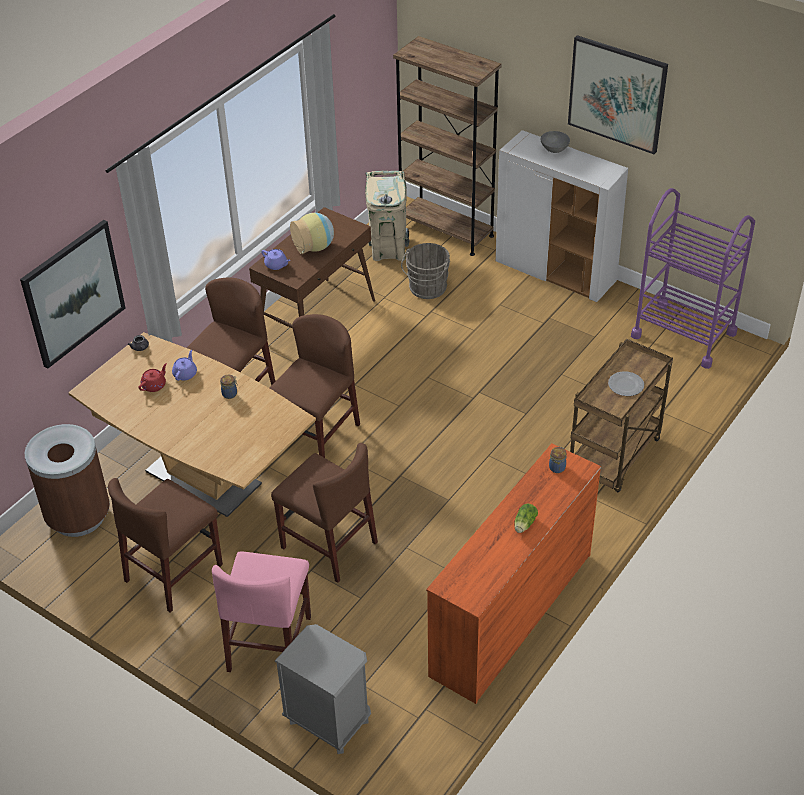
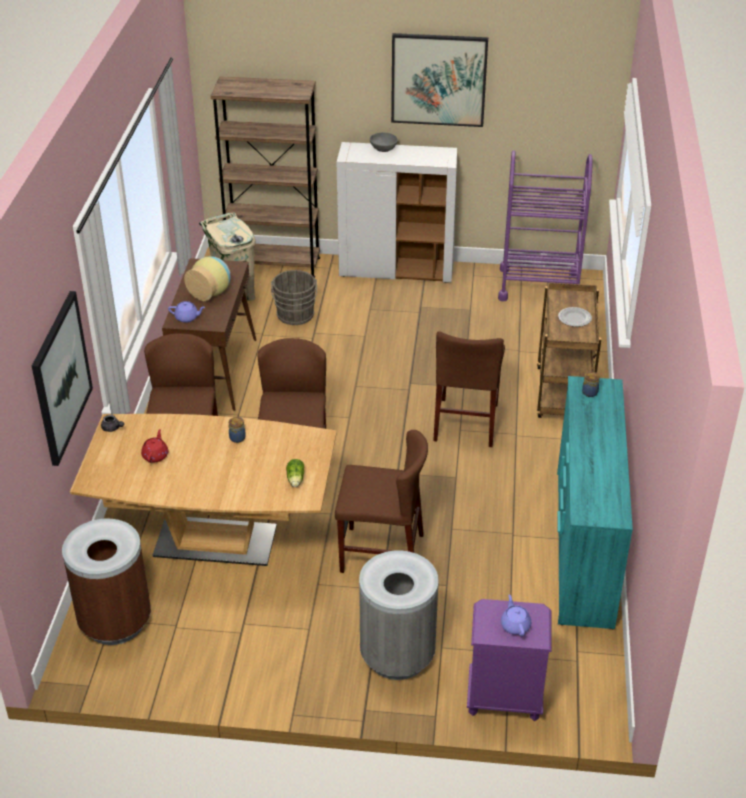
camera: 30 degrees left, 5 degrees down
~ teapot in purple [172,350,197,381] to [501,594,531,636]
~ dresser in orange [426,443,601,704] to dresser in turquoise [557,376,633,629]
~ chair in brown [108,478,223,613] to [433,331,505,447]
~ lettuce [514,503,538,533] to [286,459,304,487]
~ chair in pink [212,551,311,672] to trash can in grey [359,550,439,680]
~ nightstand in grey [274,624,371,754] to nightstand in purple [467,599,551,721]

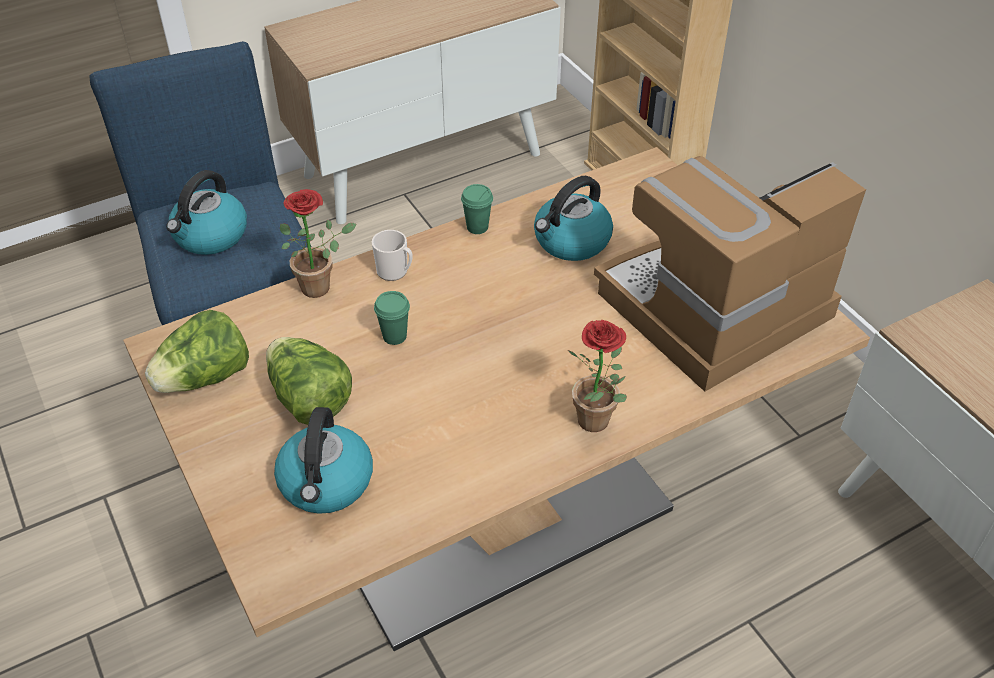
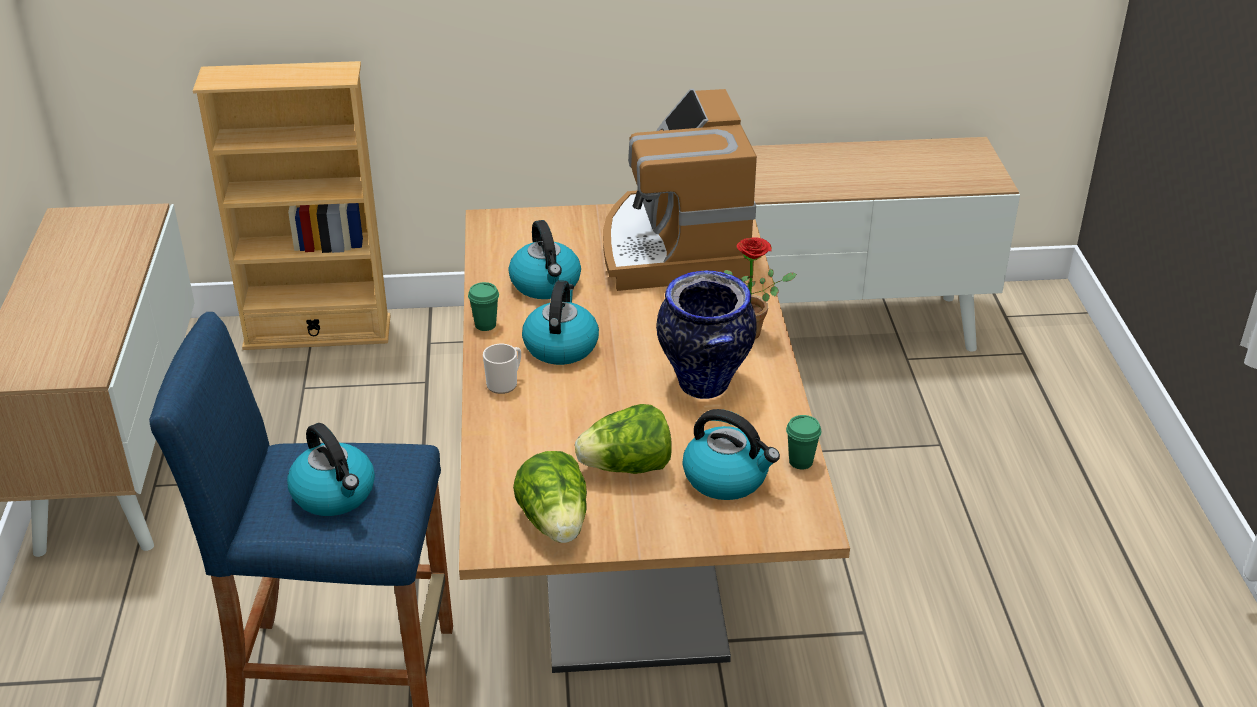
camera: 65 degrees left, 10 degrees down
- potted plant [280,189,357,298]
~ cup in green [374,291,410,345] to [786,415,821,469]
+ vase [656,271,756,399]
+ kettle [522,280,599,365]

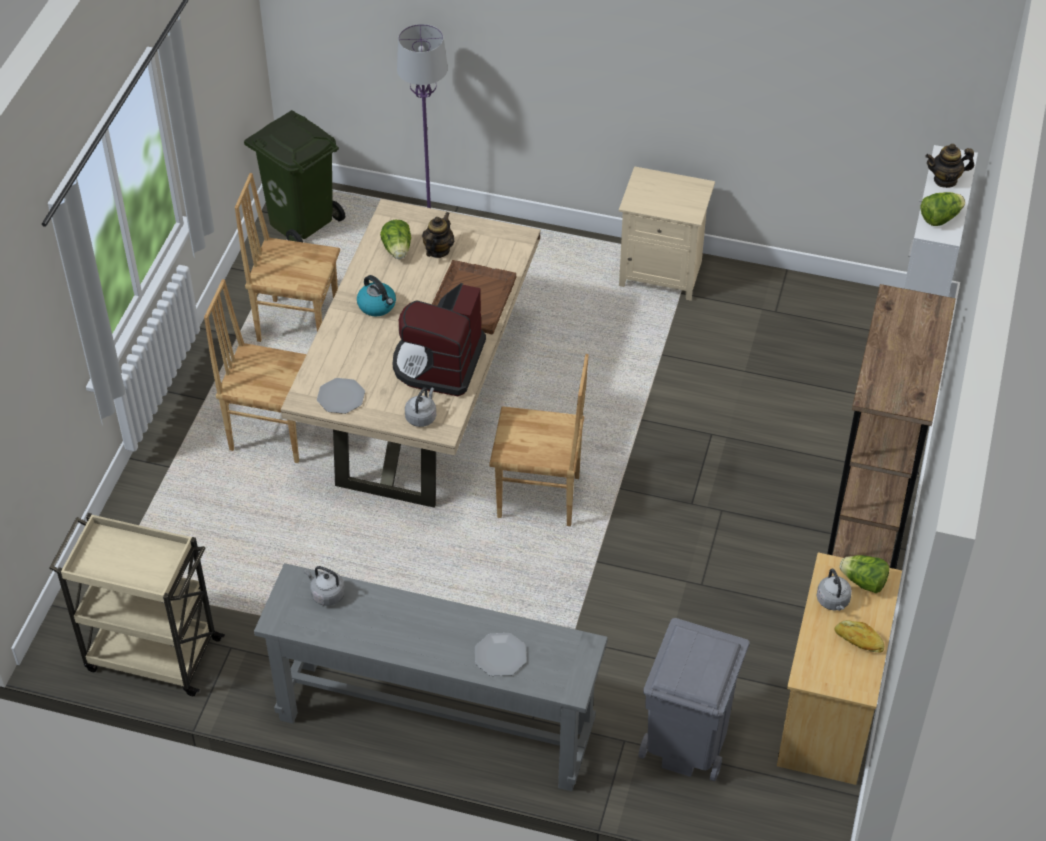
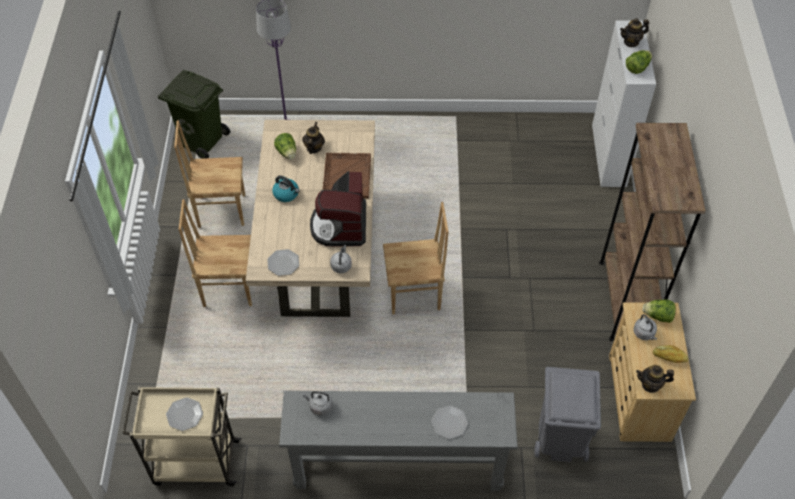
camera: 15 degrees left, 5 degrees up
- nightstand in beige [619,166,715,301]
+ teapot [636,365,674,393]
+ plate [166,397,203,431]

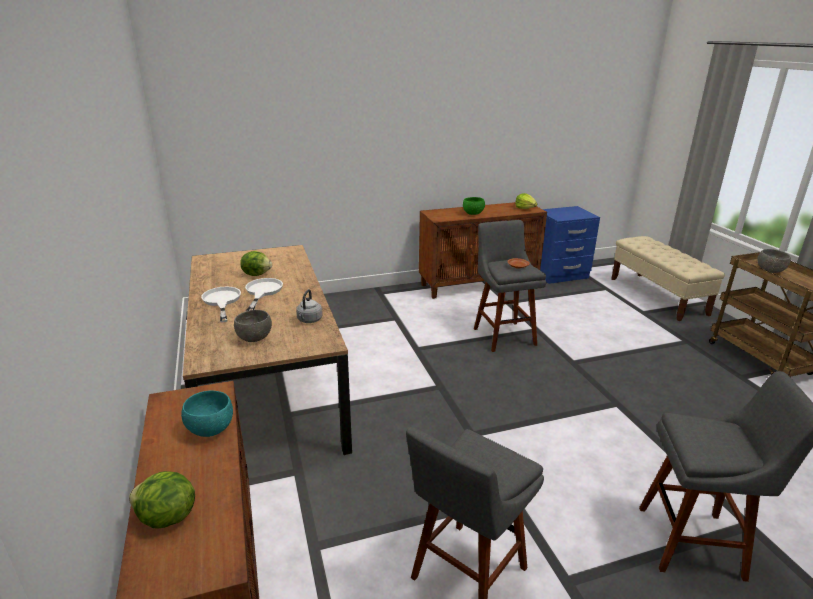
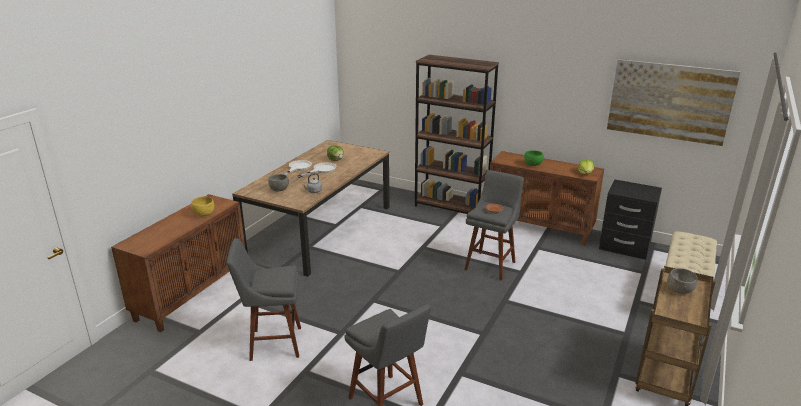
camera: 45 degrees right, 0 degrees up
~ nightstand in blue [540,206,600,284] to nightstand in black [599,180,662,260]
~ bowl in turquoise [181,391,233,437] to bowl in yellow [191,196,215,217]
- lettuce [129,471,195,529]
+ bookcase in brown [415,55,499,214]
+ picture [607,59,741,146]

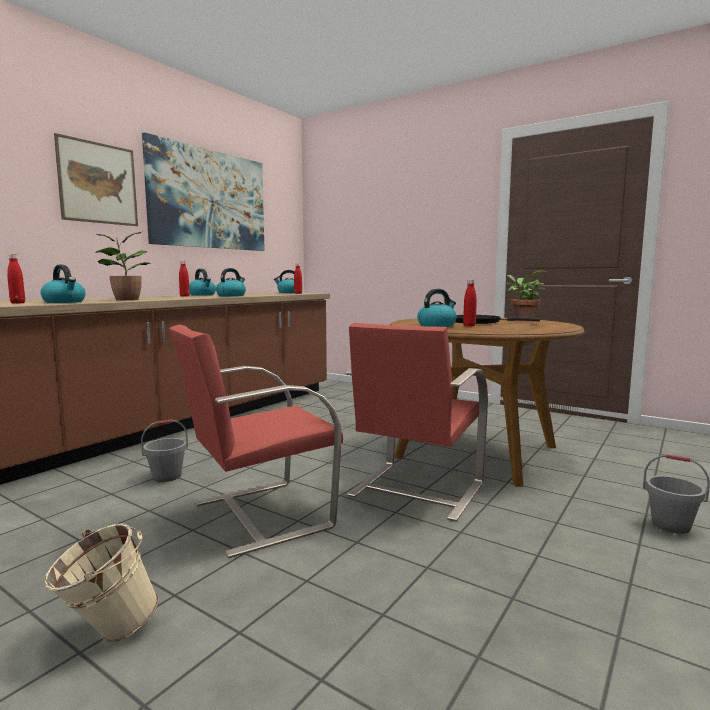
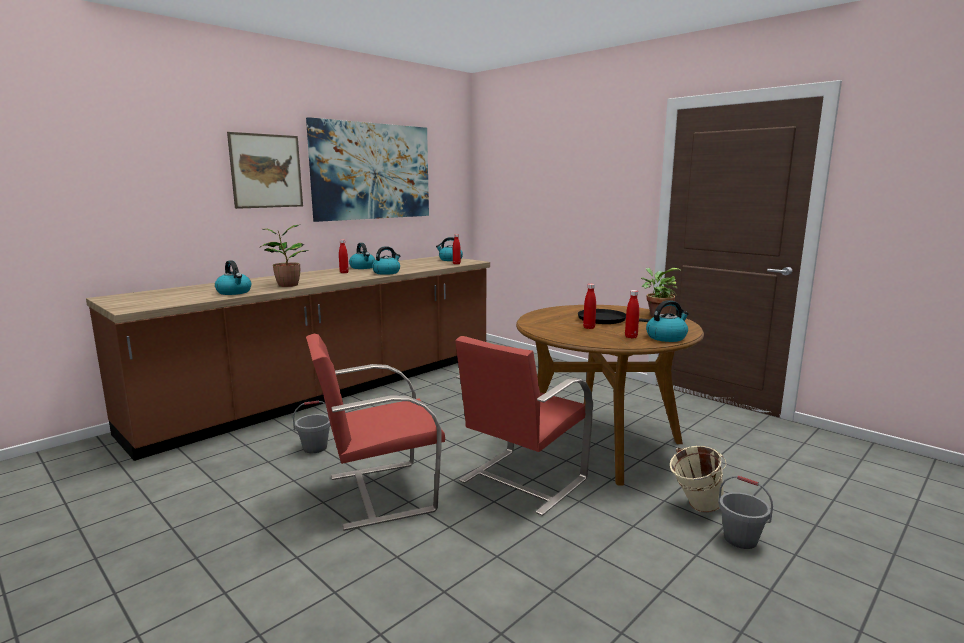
camera: 10 degrees right, 5 degrees up
~ bottle in red [7,254,25,303] to [625,290,639,338]
~ kettle [417,289,457,327] to [646,300,689,342]
~ bucket in beige [44,523,159,642] to [670,446,726,513]

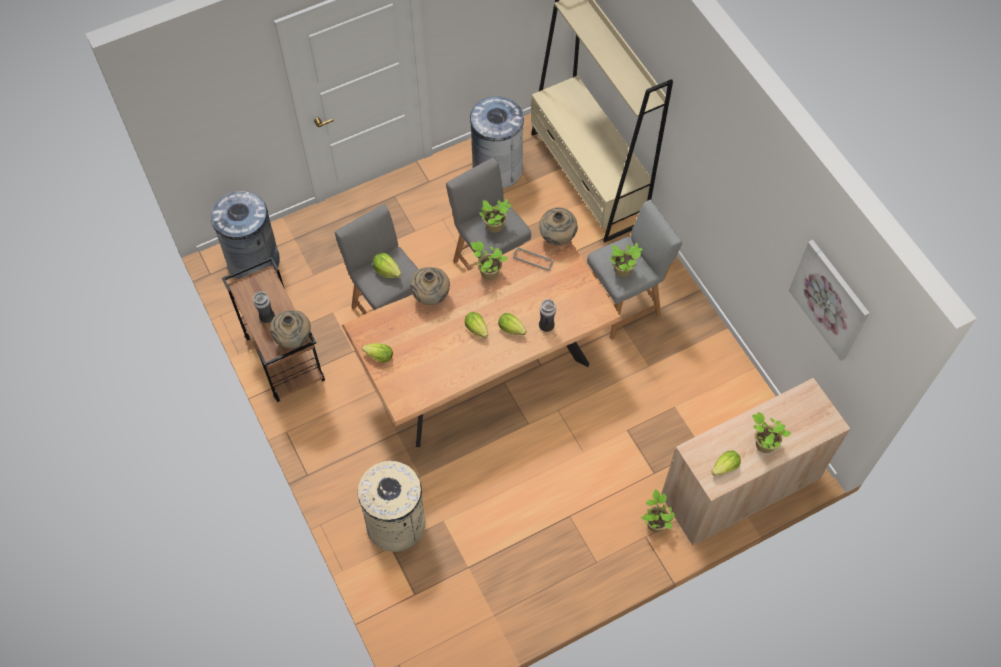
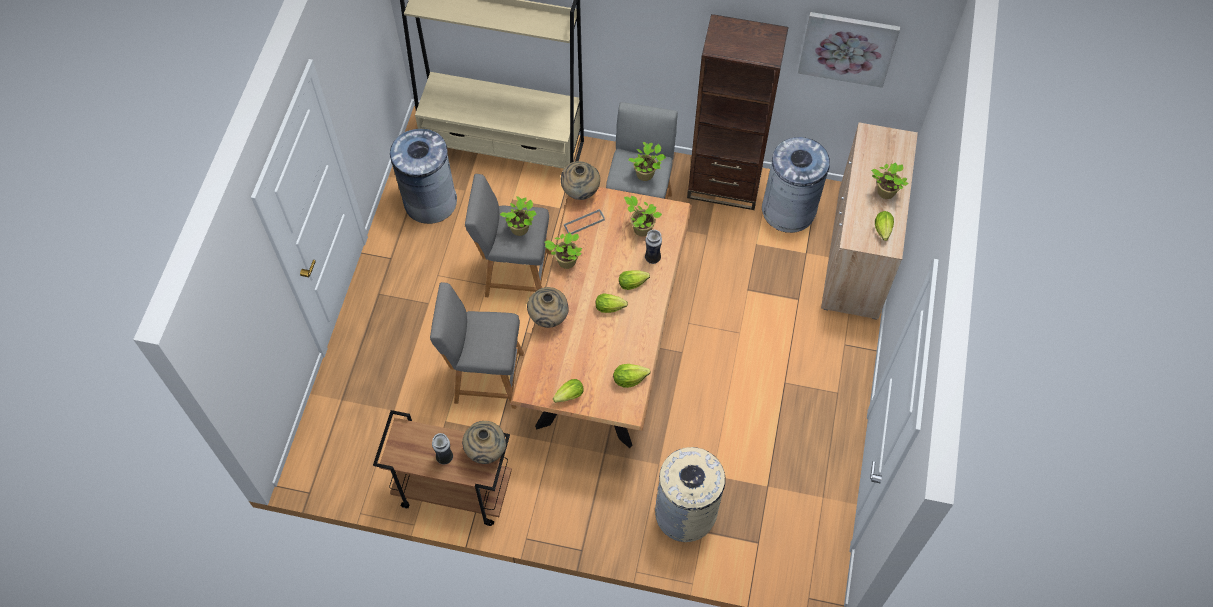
camera: 50 degrees left, 0 degrees up
~ trash can in grey [211,191,280,280] to [762,137,830,233]
~ lettuce [373,253,402,278] to [613,364,651,388]
~ potted plant [641,489,675,532] to [624,195,662,236]
+ bookcase in brown [687,14,788,210]

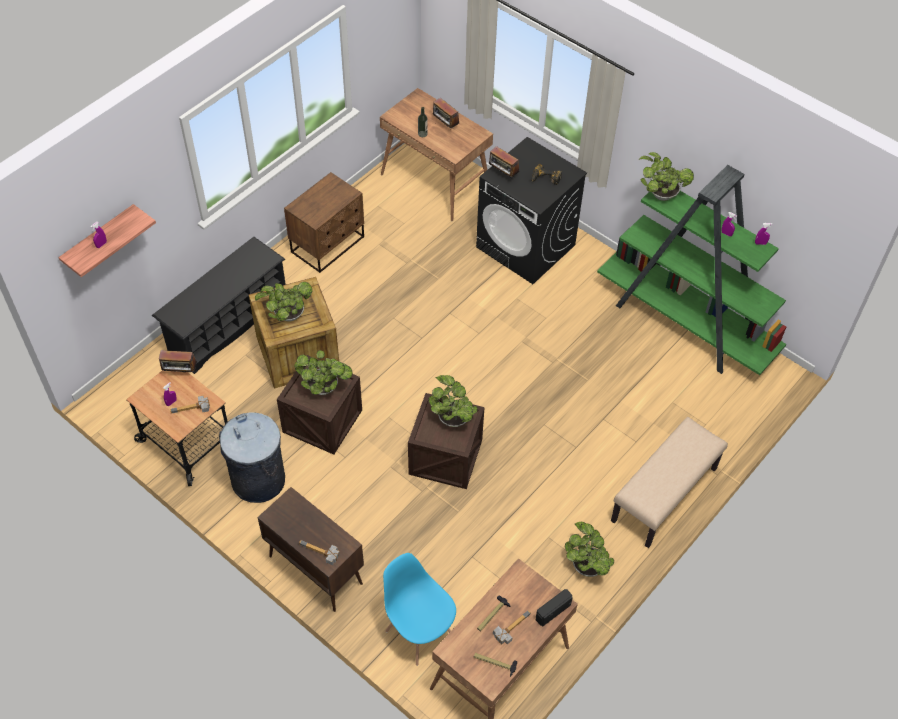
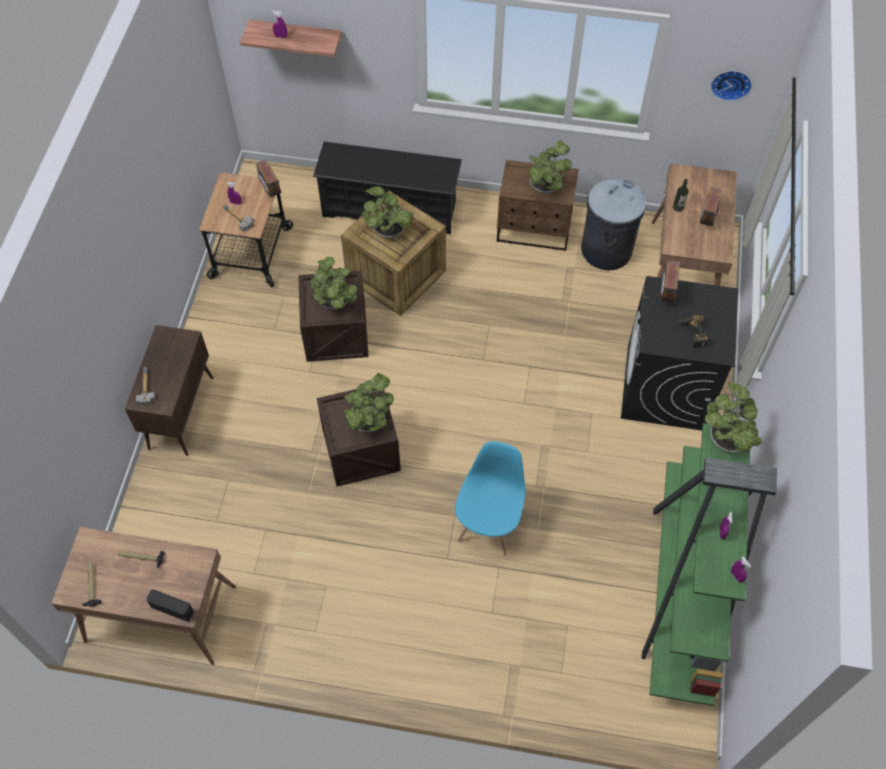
camera: 60 degrees right, 5 degrees up
~ trash can in grey [219,412,285,503] to [581,178,646,270]
- bench in beige [611,417,728,548]
~ potted plant [565,522,614,577] to [527,141,572,194]
~ chair in blue [383,553,456,666] to [455,441,525,556]
- hammer [493,610,531,645]
+ wall clock [711,71,752,101]

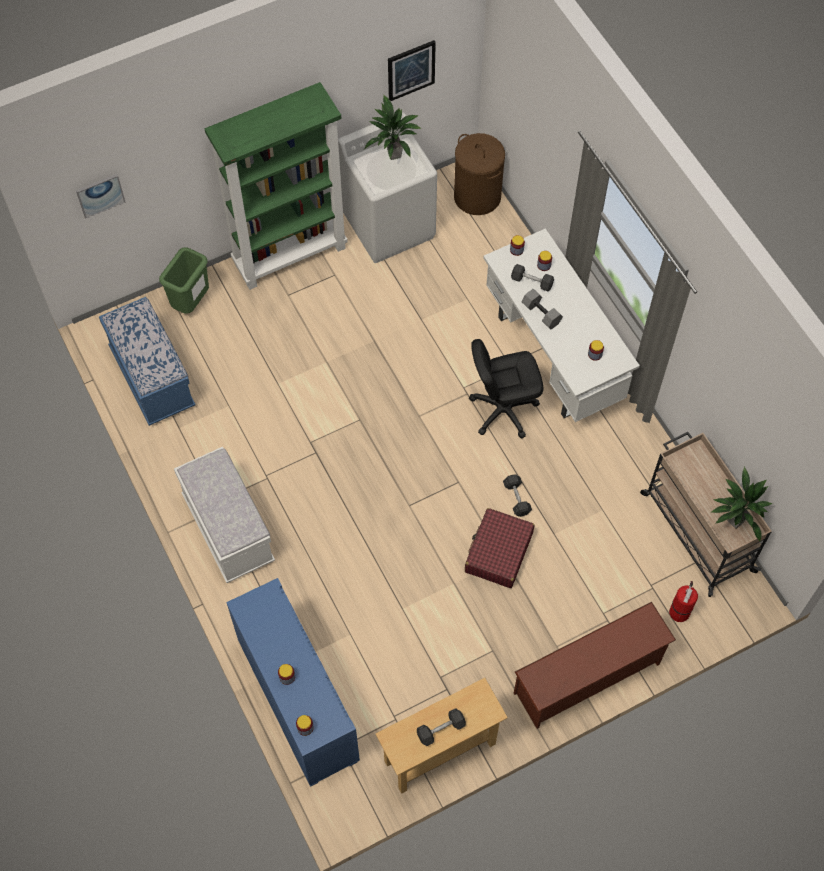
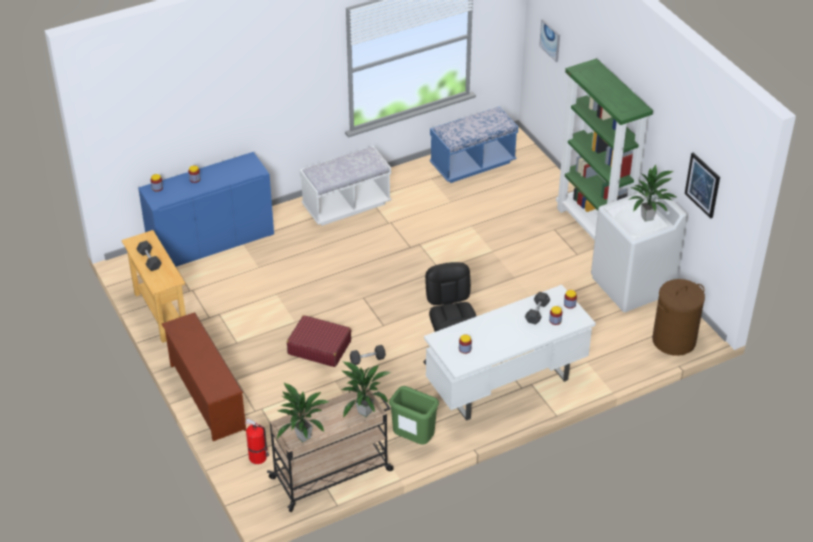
camera: 90 degrees right, 20 degrees down
~ trash can in green [159,247,209,314] to [389,386,439,445]
- dumbbell in grey [521,289,563,330]
+ potted plant [341,361,391,418]

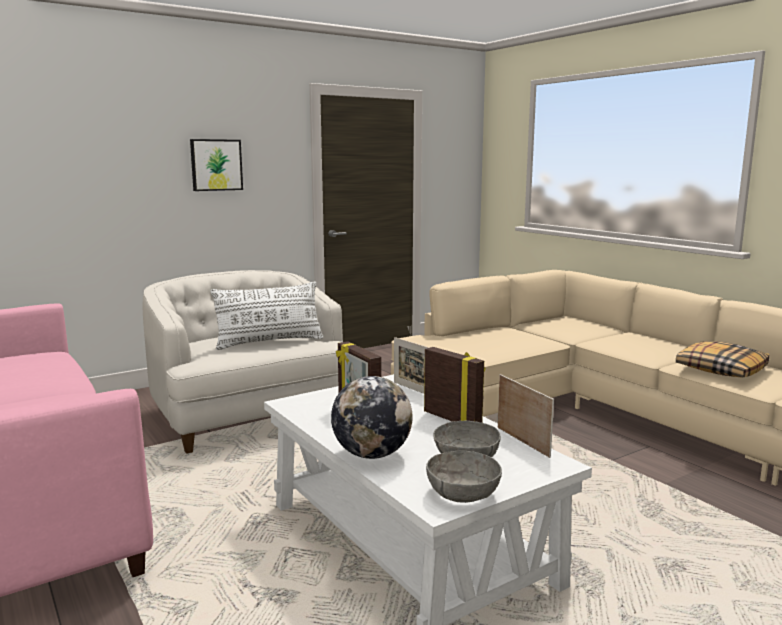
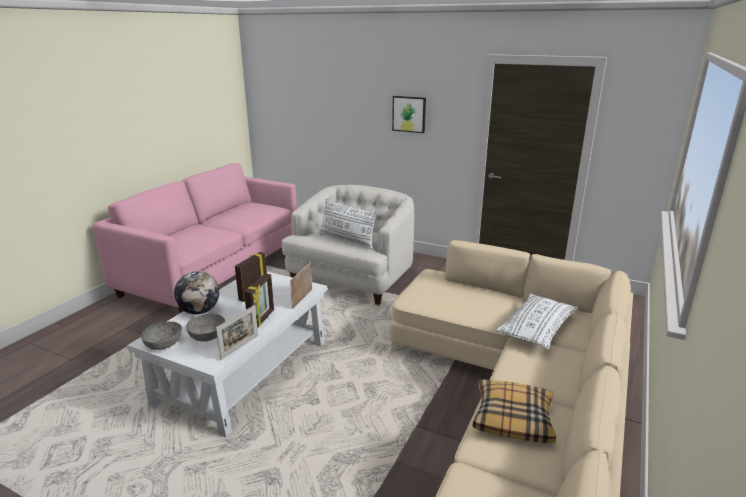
camera: 60 degrees right, 10 degrees up
+ pillow in white [496,293,578,350]

